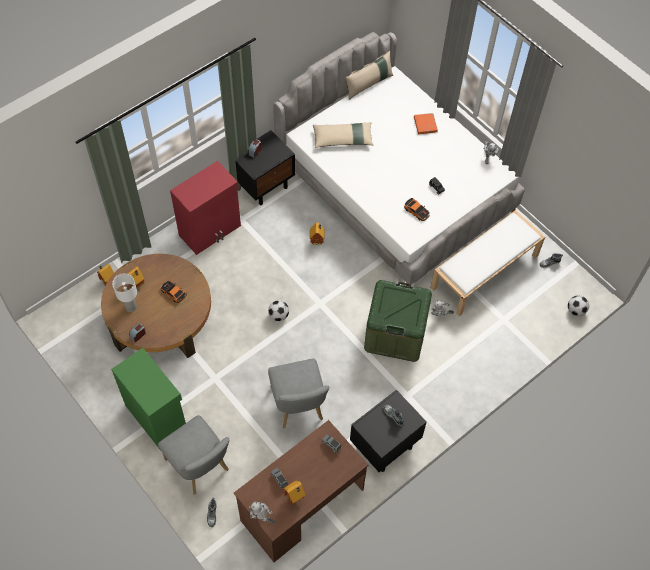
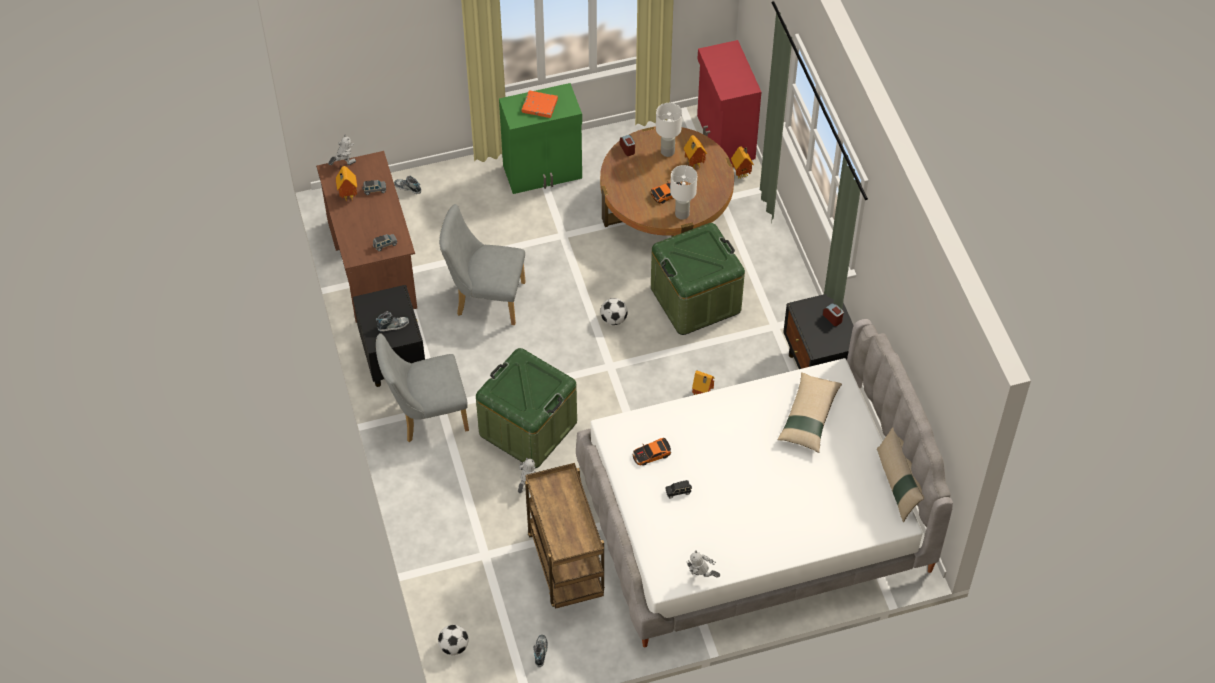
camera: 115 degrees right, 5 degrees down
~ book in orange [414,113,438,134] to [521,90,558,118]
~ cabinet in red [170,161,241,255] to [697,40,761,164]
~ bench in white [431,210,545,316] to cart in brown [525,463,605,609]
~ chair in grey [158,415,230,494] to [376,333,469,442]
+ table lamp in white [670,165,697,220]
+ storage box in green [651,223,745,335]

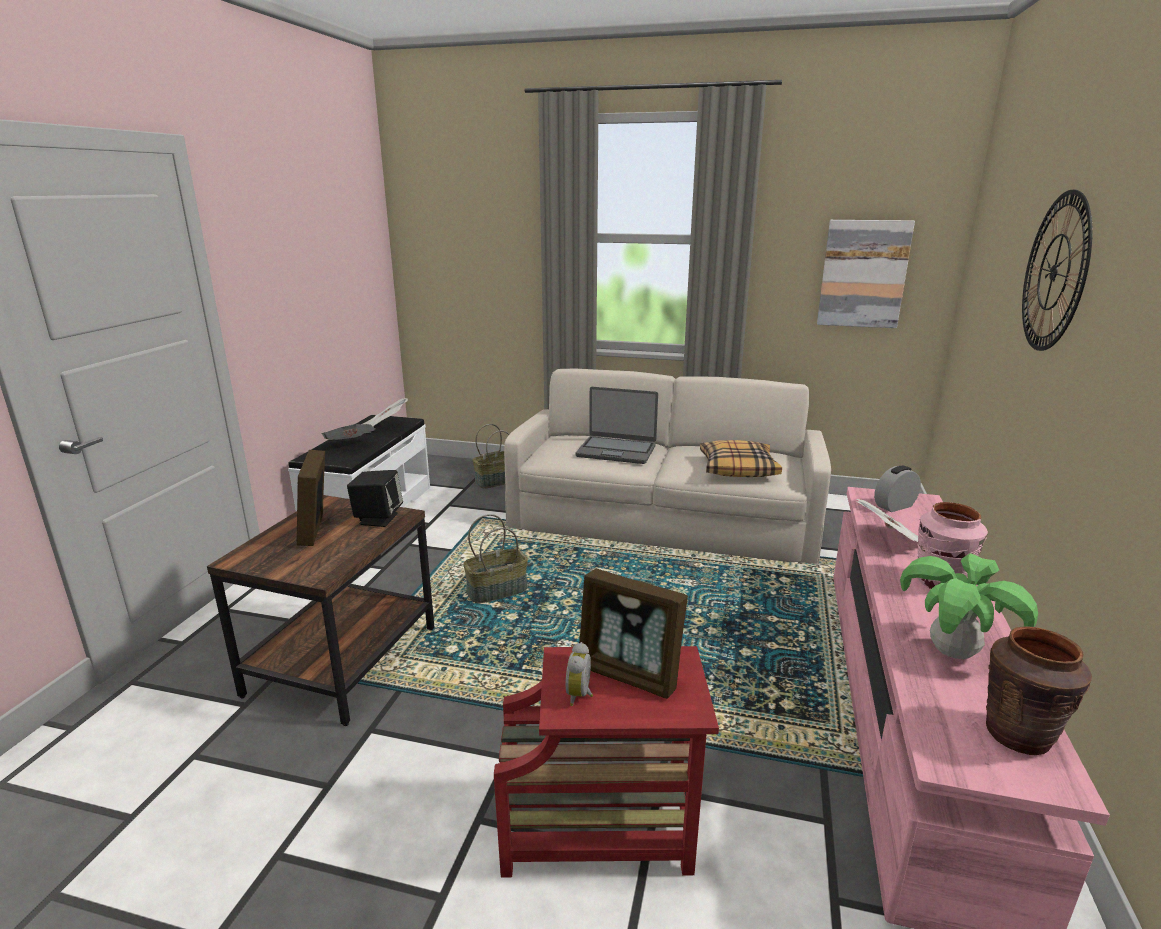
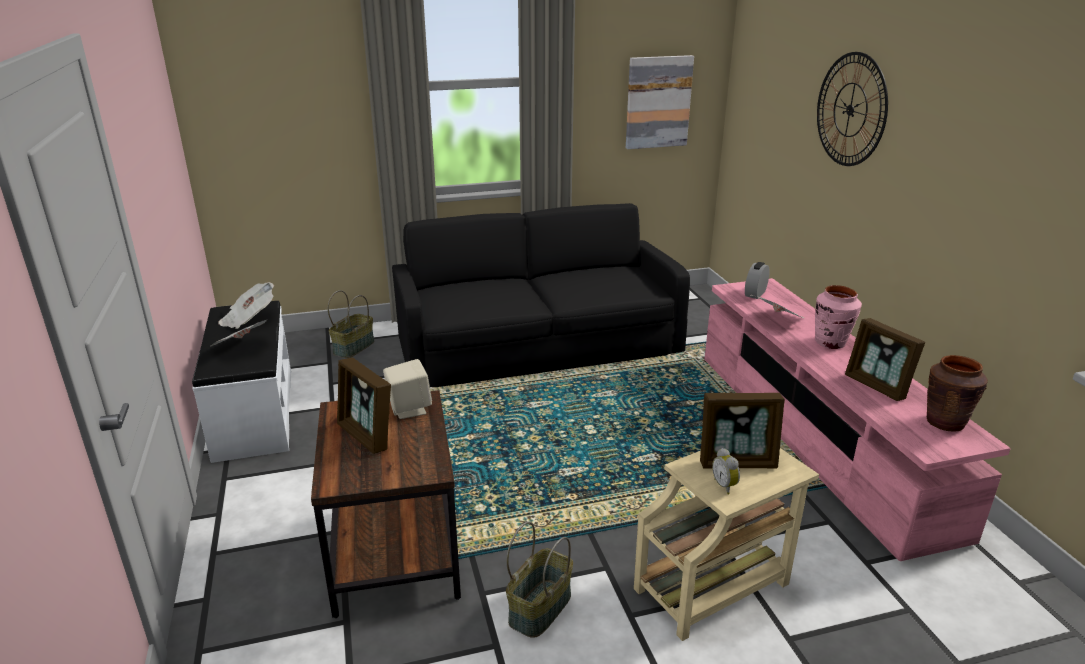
camera: 30 degrees left, 5 degrees up
~ sofa in beige [504,368,831,564] to sofa in black [392,203,690,387]
- laptop [575,387,658,464]
- pillow [700,440,782,477]
~ speaker in black [347,470,403,527] to speaker in beige [383,359,432,419]
~ basket [463,514,528,603] to [506,521,573,638]
~ potted plant [900,553,1038,659] to picture frame [845,318,925,401]
~ side table in red [494,646,719,878] to side table in beige [634,448,819,641]

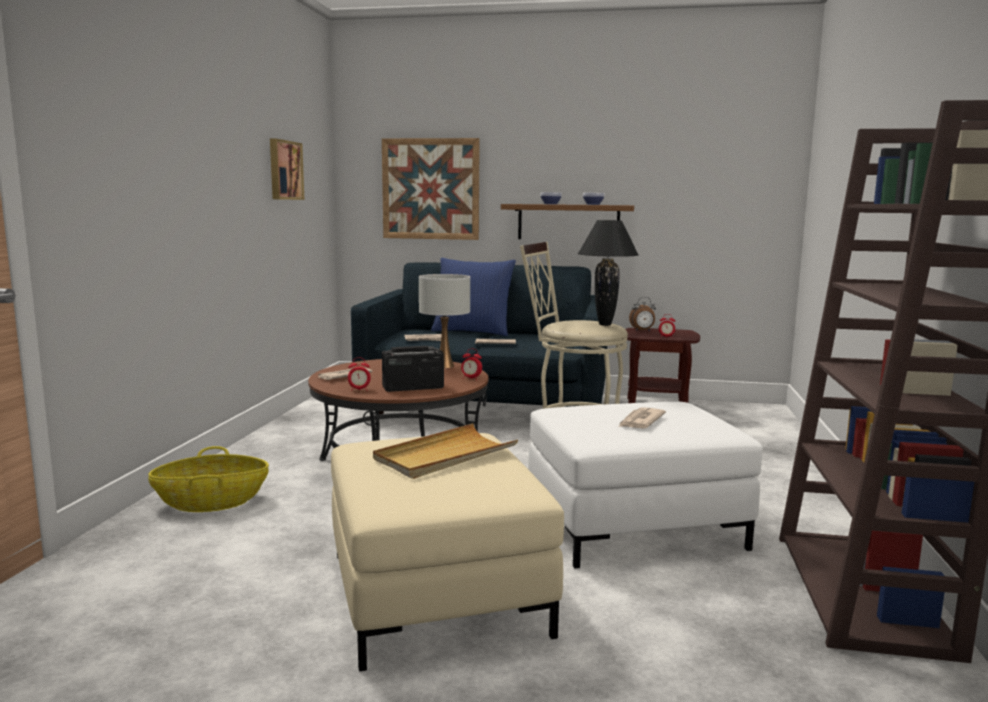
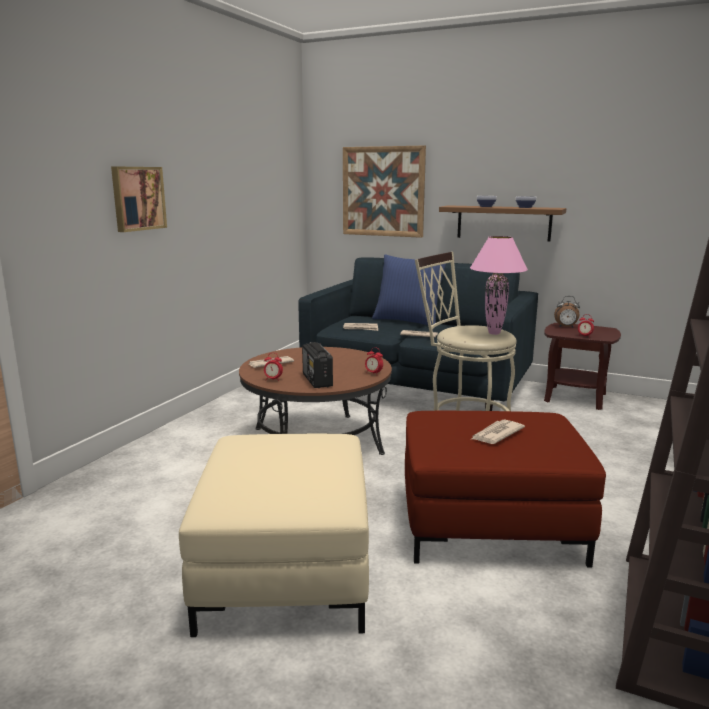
camera: 15 degrees right, 5 degrees up
~ picture [270,139,304,200] to [111,167,167,232]
~ table lamp in black [578,220,639,326] to table lamp in pink [470,236,528,335]
- table lamp in white [419,274,470,368]
~ radio [382,346,444,392] = [302,342,333,388] 105 degrees counterclockwise
~ ottoman in white [528,402,763,568] to ottoman in red [405,411,606,567]
- tray in beige [373,423,518,479]
- basket [148,446,269,512]

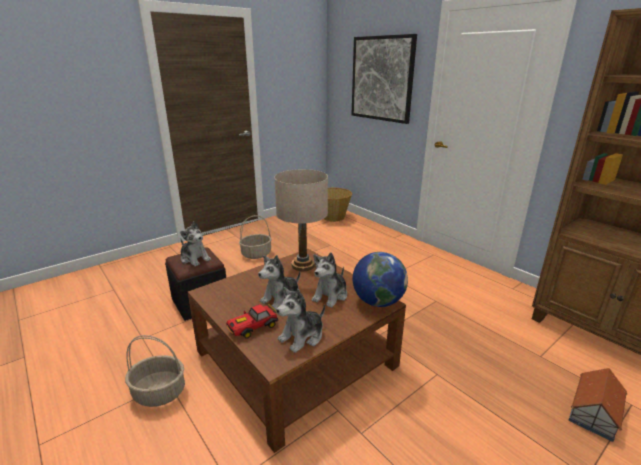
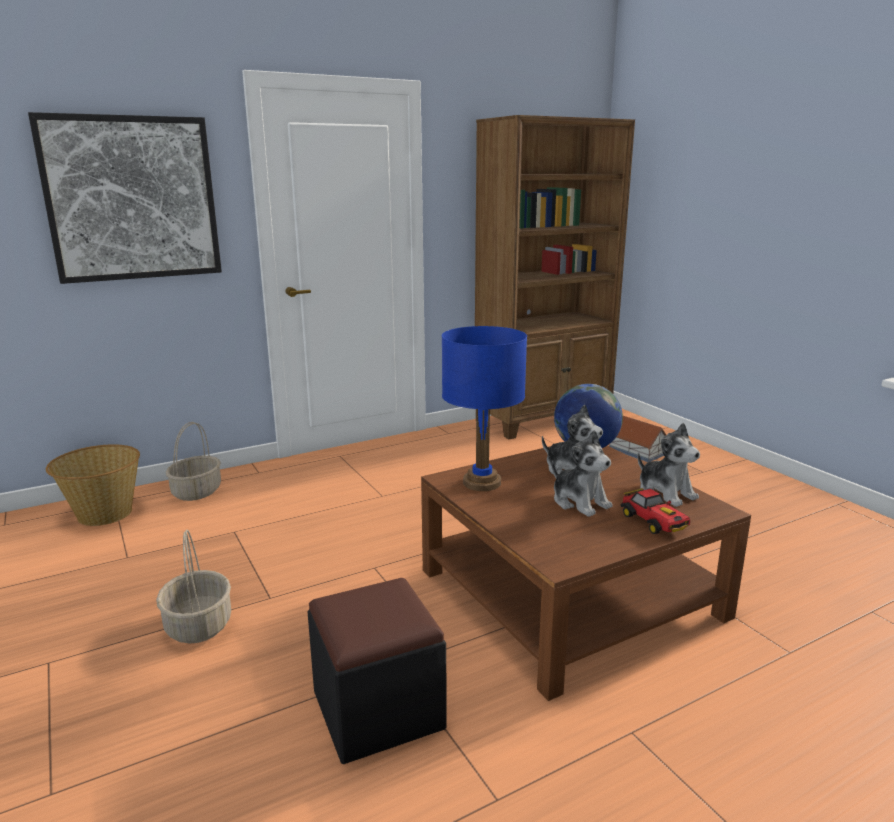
camera: 80 degrees left, 5 degrees down
~ table lamp in beige [274,169,328,271] to table lamp in blue [442,326,527,491]
- plush toy [180,221,211,266]
~ basket [125,335,185,407] to [166,422,221,501]

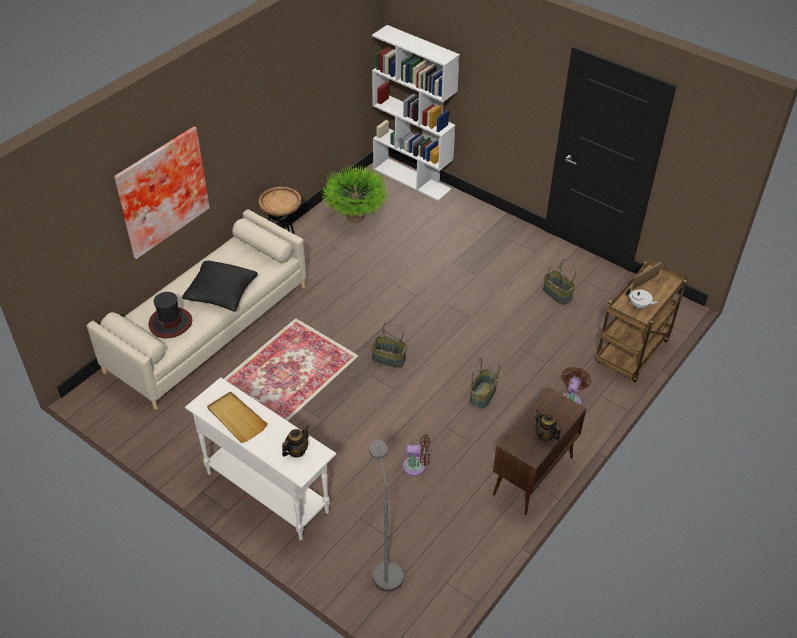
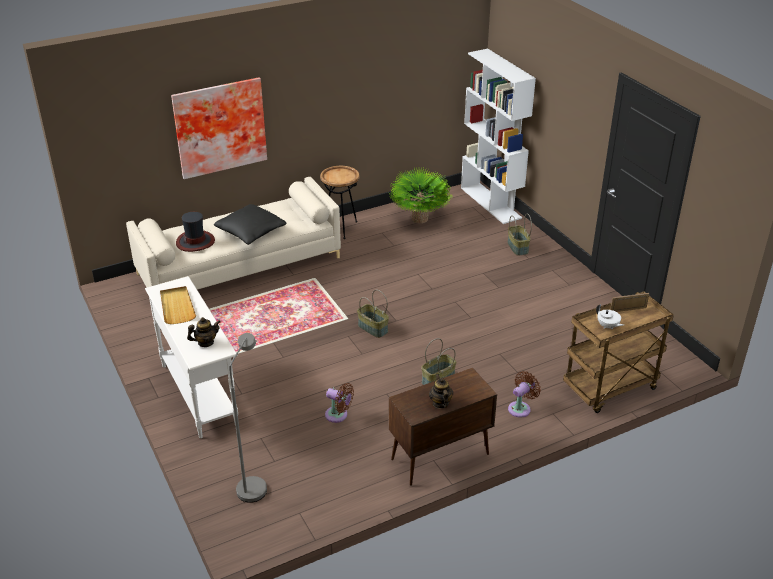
camera: 25 degrees right, 10 degrees down
~ basket [543,259,576,305] to [507,213,532,255]

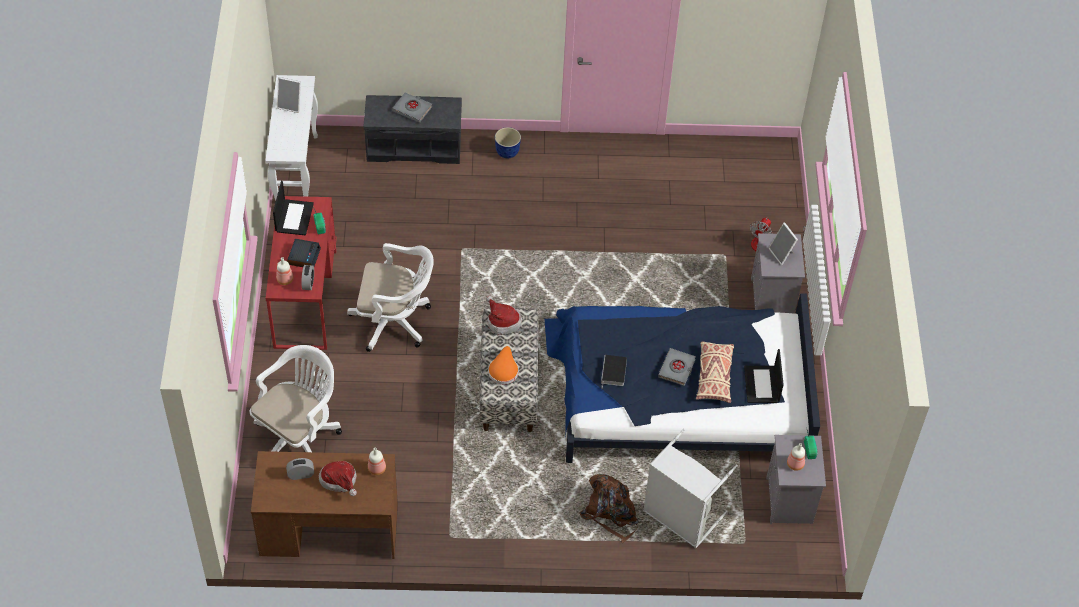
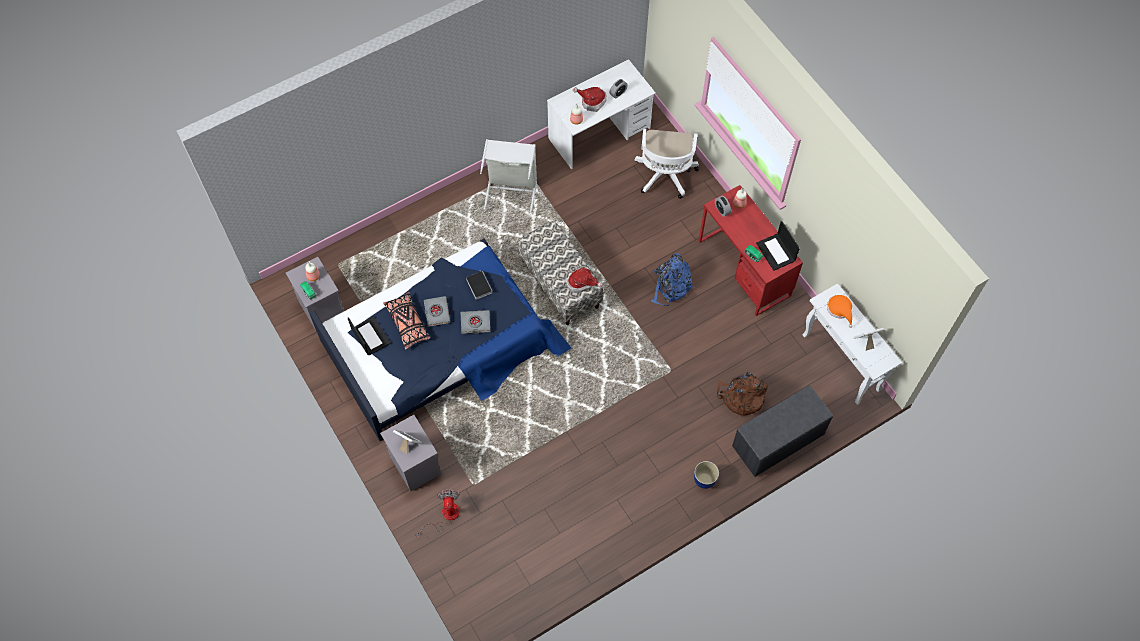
camera: 150 degrees right, 10 degrees up
~ book in grey [392,93,432,123] to [460,310,490,334]
- alarm clock [287,239,321,267]
~ office chair in white [347,243,434,352] to backpack in blue [651,253,694,306]
~ pillow in beige [696,341,734,403] to pillow in black [383,292,430,350]
~ hat in orange [488,346,519,384] to [827,295,853,328]
~ laundry basket in grey [643,429,738,548] to [480,139,537,214]
~ desk in brown [251,451,398,559] to desk in white [547,59,656,169]
~ backpack in brown [580,474,639,543] to [717,372,768,417]

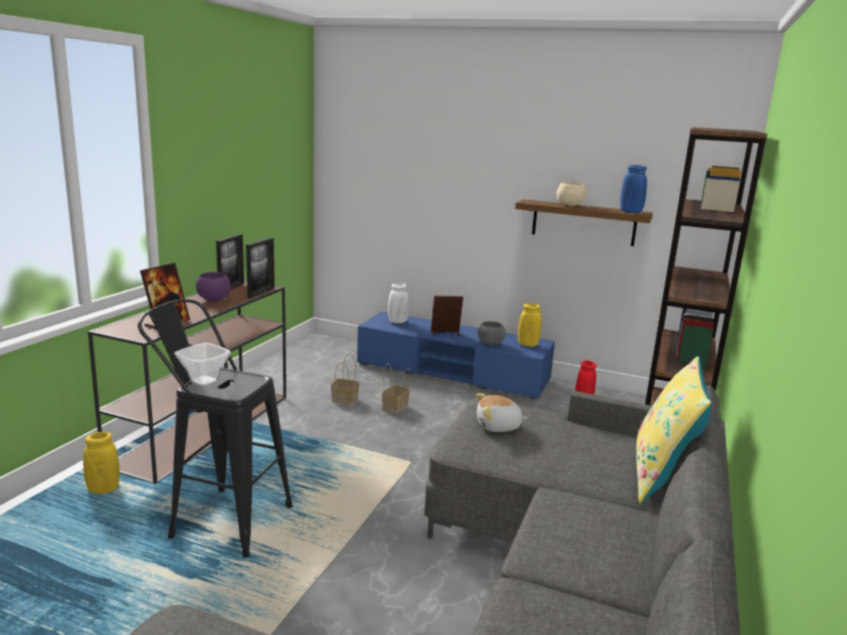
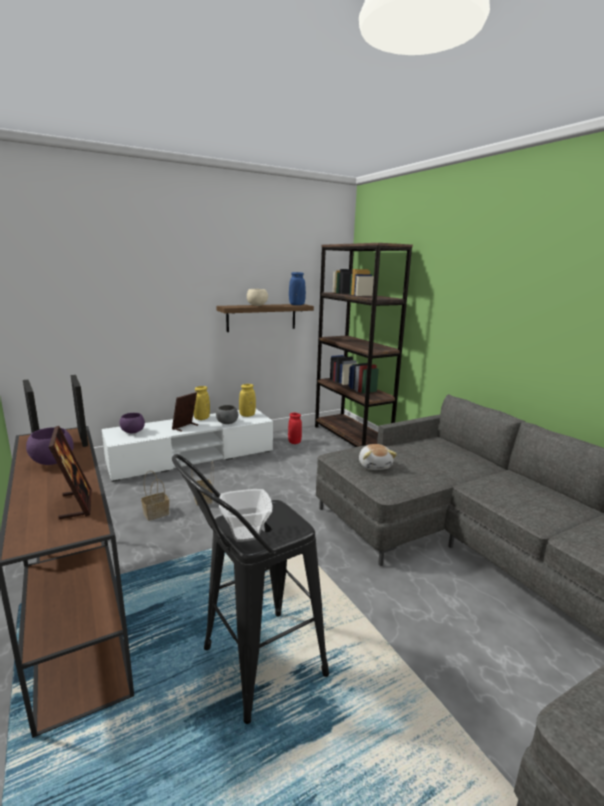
camera: 50 degrees left, 0 degrees up
~ vase in white [388,283,409,323] to bowl in purple [120,413,145,433]
~ tv stand in blue [357,312,555,400] to tv stand in white [102,409,273,482]
- pillow in yellow [636,356,713,504]
~ plush toy [476,393,528,432] = [359,444,397,470] 45 degrees counterclockwise
~ vase in yellow [83,432,120,494] to [194,386,210,420]

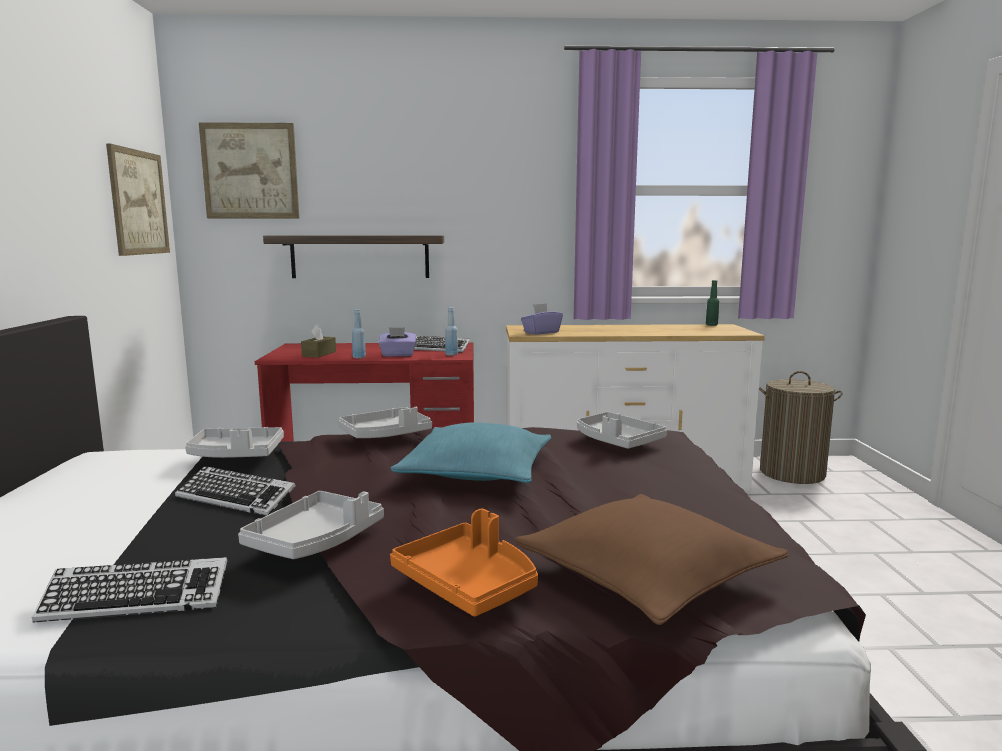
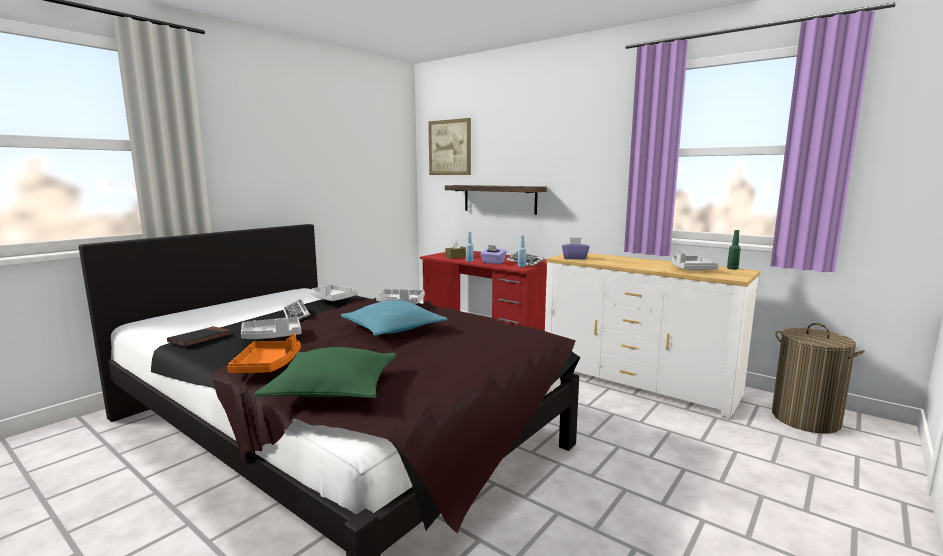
camera: 40 degrees right, 0 degrees up
- picture [106,143,170,256]
~ tray in grey [577,412,667,449] to [672,252,719,271]
~ pillow in brown [515,494,789,625] to pillow in green [254,347,397,398]
~ keyboard [32,557,227,623] to book in black [167,326,232,347]

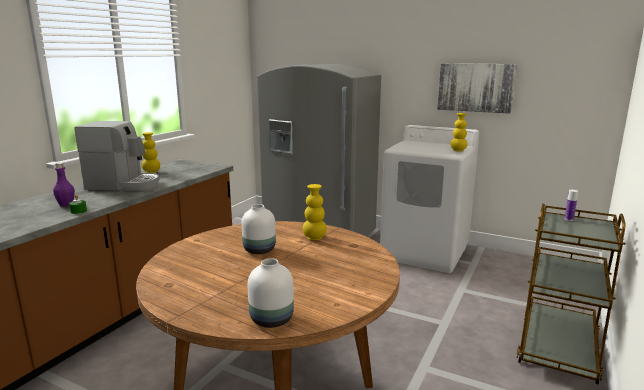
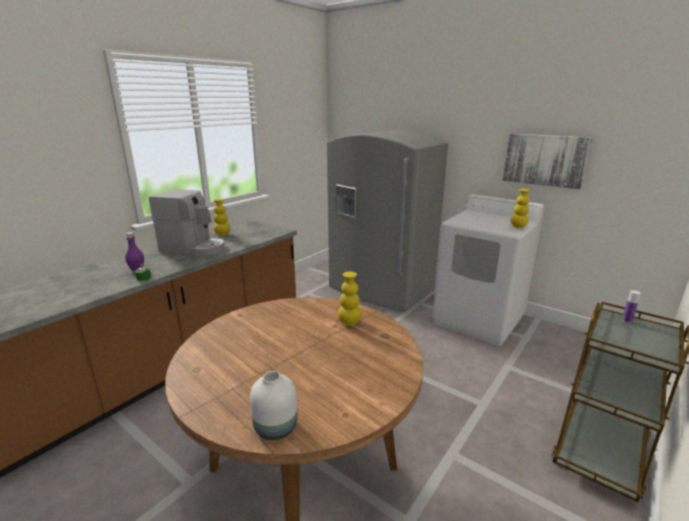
camera: 10 degrees right, 5 degrees up
- vase in white [242,204,276,254]

